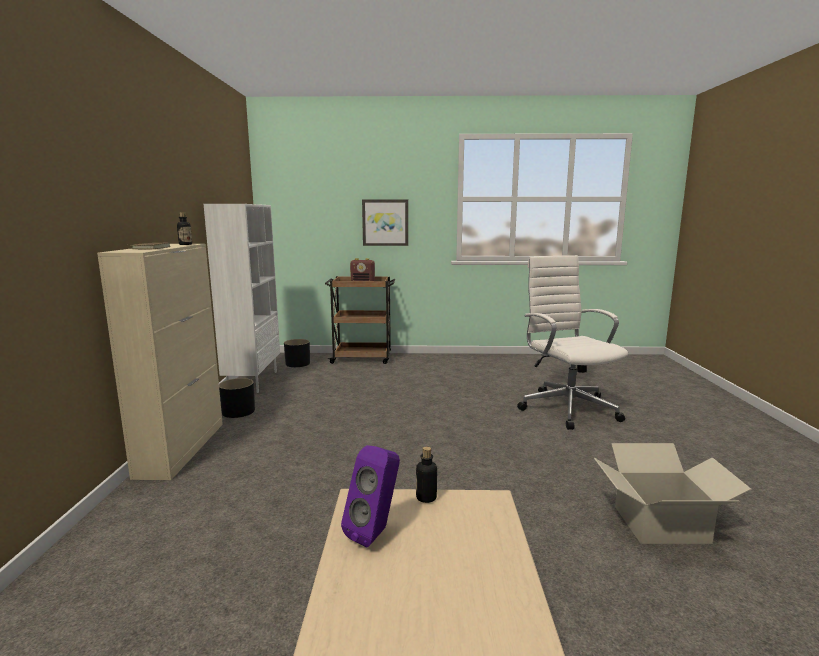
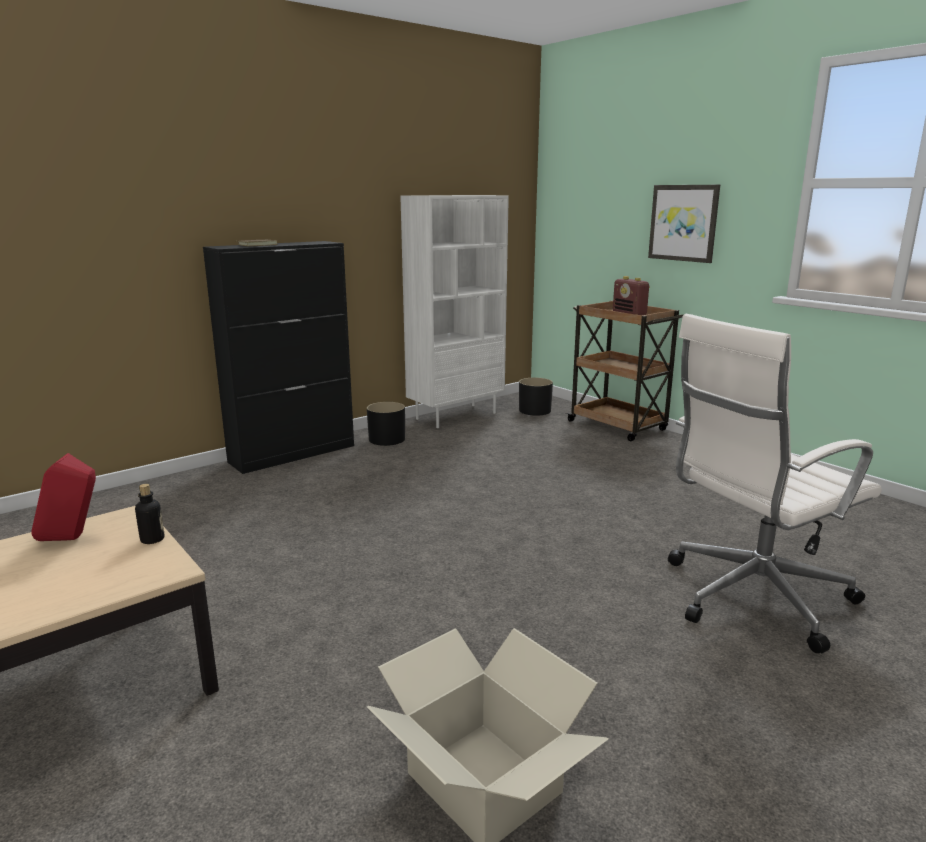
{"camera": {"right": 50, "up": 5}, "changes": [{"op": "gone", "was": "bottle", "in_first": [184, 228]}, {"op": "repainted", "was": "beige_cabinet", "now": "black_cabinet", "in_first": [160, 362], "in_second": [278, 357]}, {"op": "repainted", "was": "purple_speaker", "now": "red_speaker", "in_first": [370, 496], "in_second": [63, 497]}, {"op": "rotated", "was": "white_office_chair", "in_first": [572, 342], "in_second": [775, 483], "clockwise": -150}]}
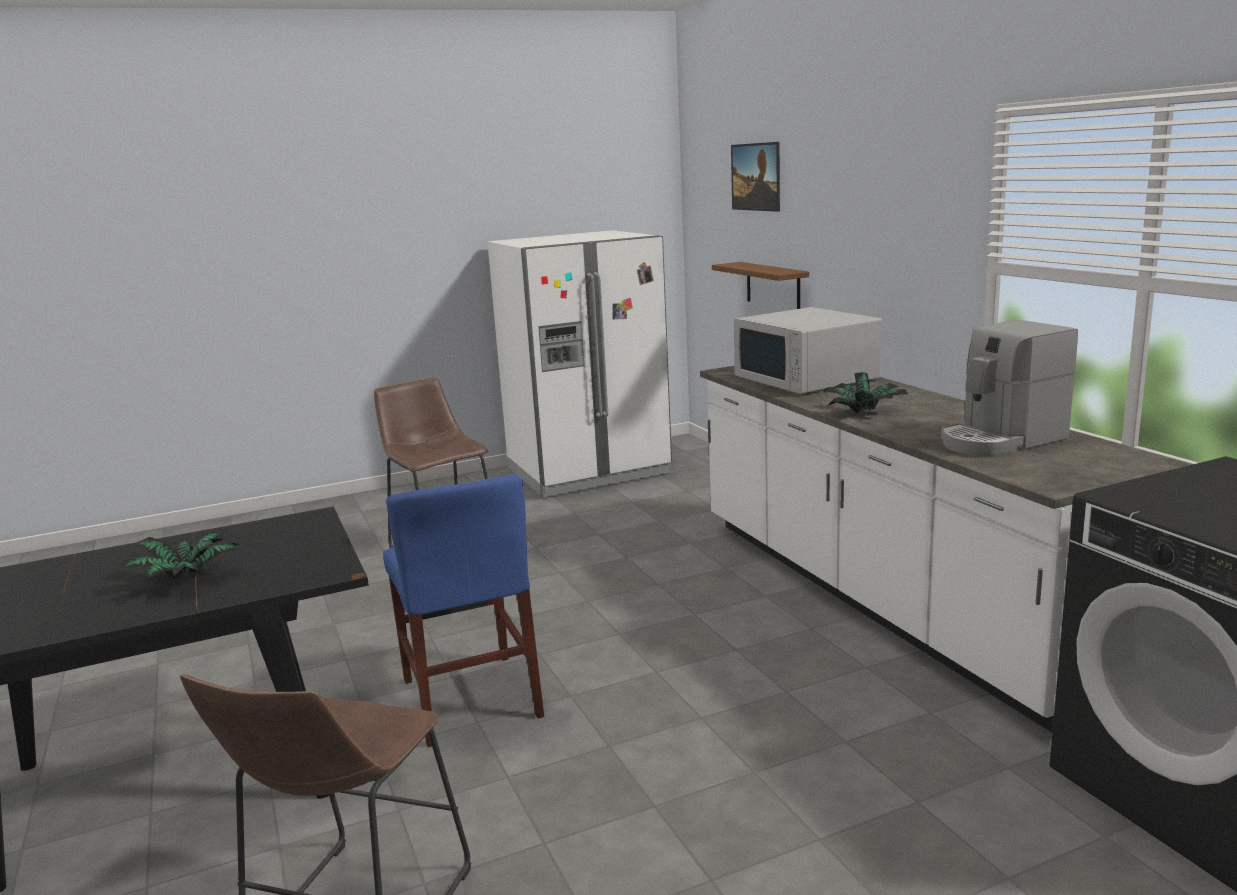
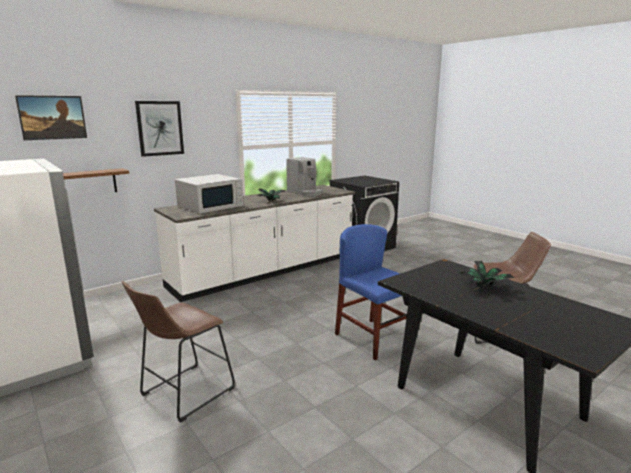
{"camera": {"right": -105, "up": 0}, "changes": [{"op": "new", "now": "picture", "in_second": [159, 129]}, {"op": "rotated", "was": "blue_chair", "in_first": [463, 610], "in_second": [371, 292], "clockwise": -90}]}
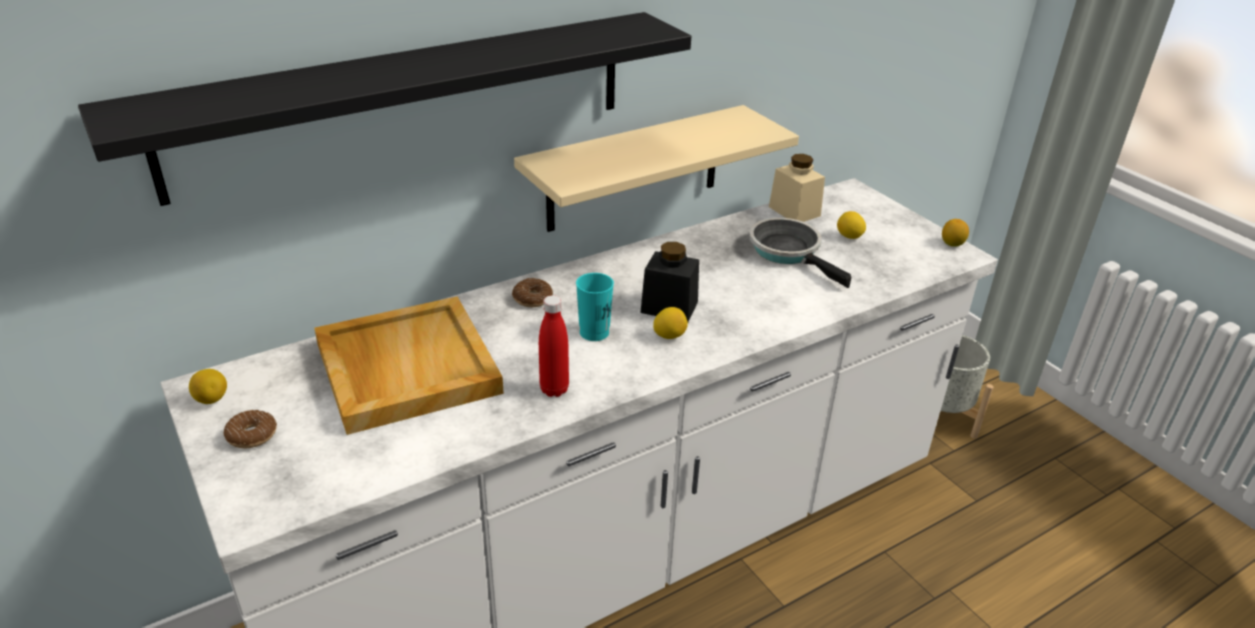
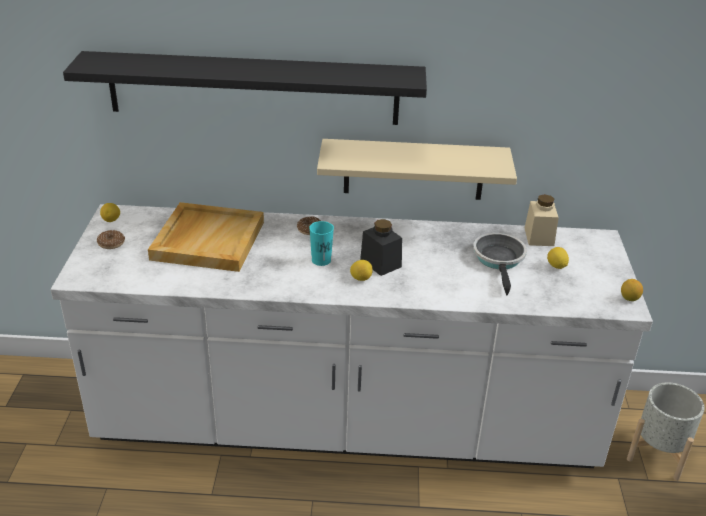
{"camera": {"right": 35, "up": 0}, "changes": [{"op": "gone", "was": "red_bottle", "in_first": [554, 346]}]}
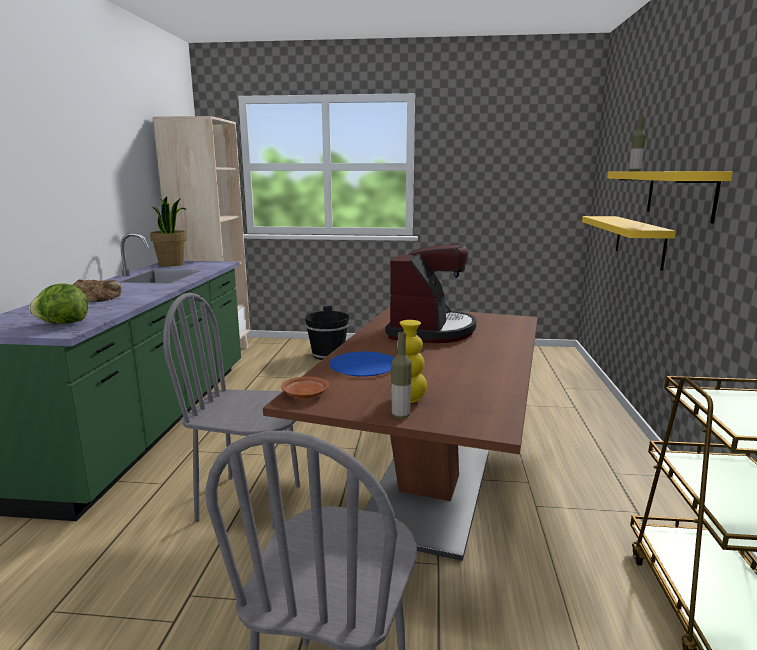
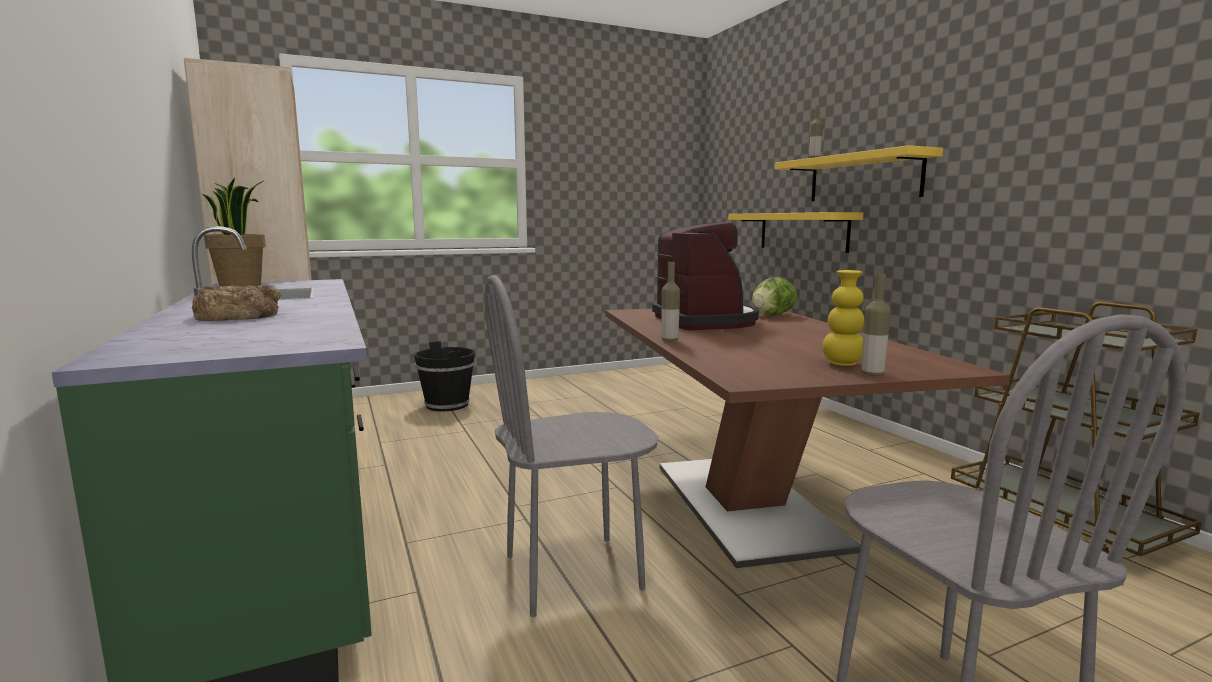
{"camera": {"right": -30, "up": -5}, "changes": [{"op": "gone", "was": "brown_plate", "in_first": [305, 388]}, {"op": "gone", "was": "blue_plate", "in_first": [361, 364]}, {"op": "new", "now": "bottle", "in_second": [671, 302]}, {"op": "shifted", "was": "lettuce", "in_first": [58, 304], "in_second": [774, 296]}]}
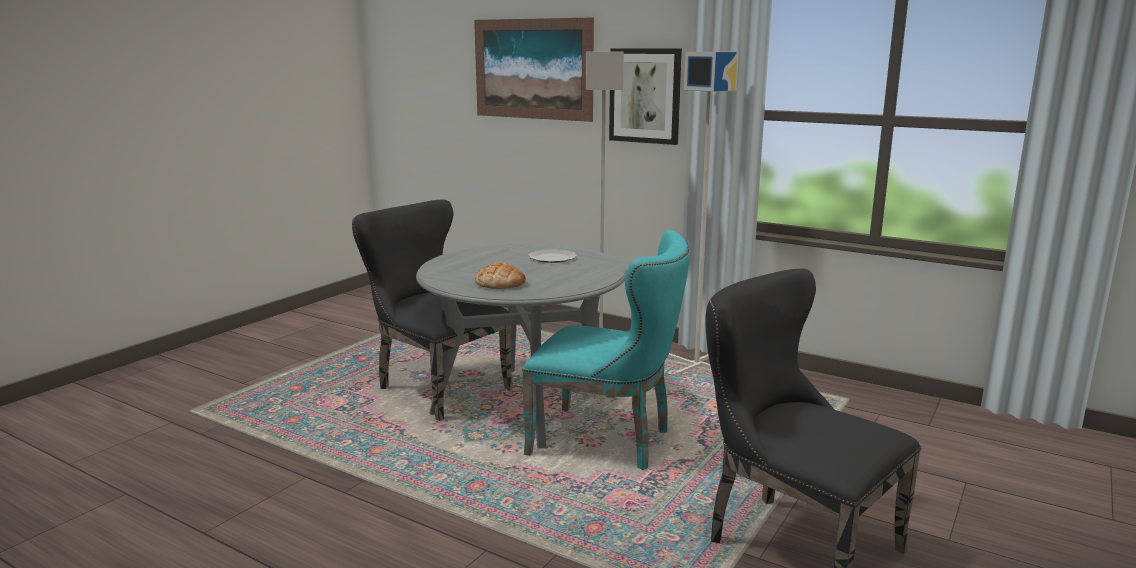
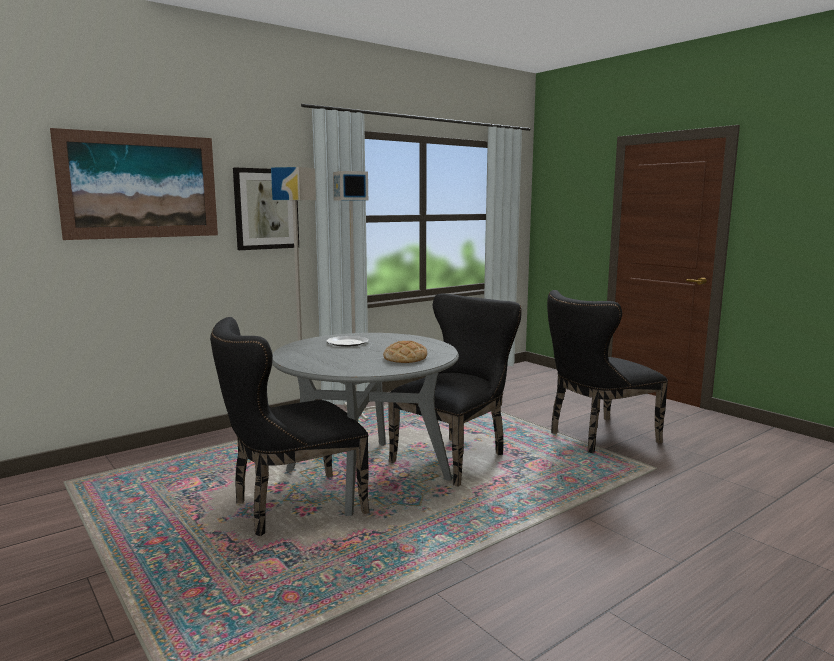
{"camera": {"right": -70, "up": -5}, "changes": [{"op": "repainted", "was": "turquoise_chair", "now": "black_chair", "in_first": [606, 350], "in_second": [455, 390]}]}
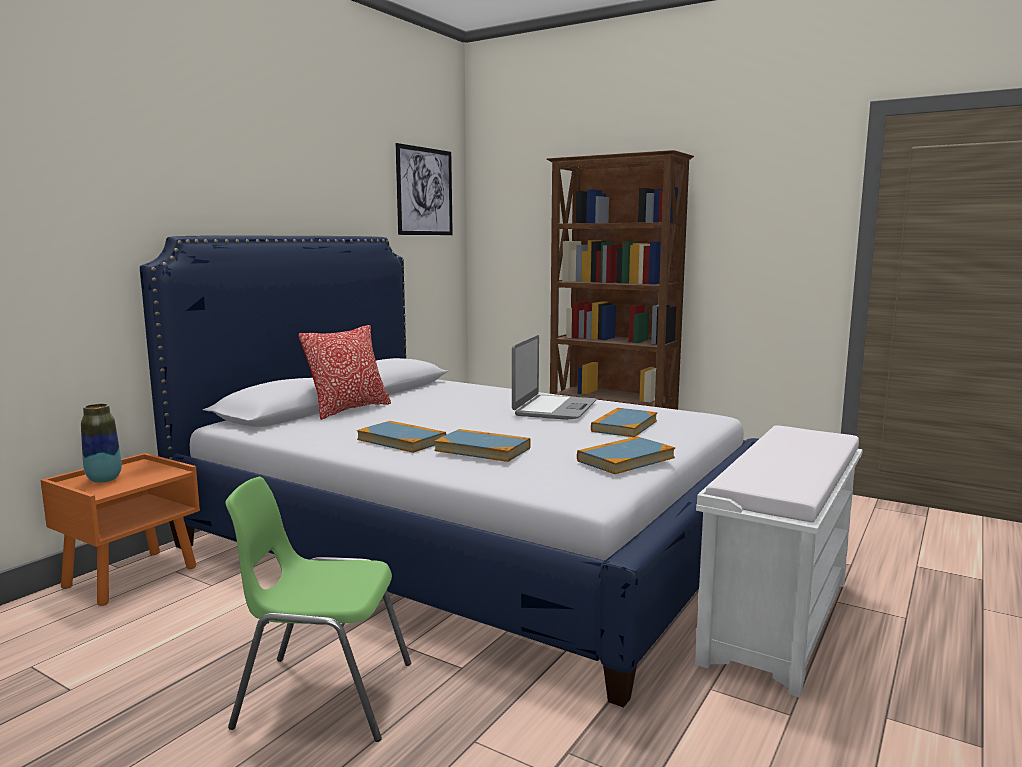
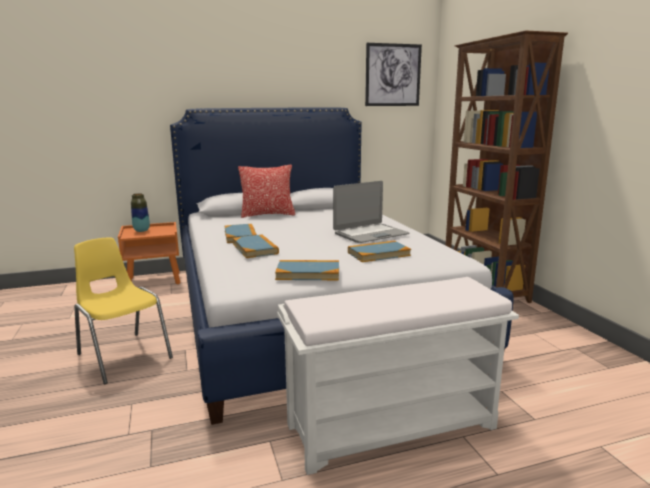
{"camera": {"right": 40, "up": 5}, "changes": [{"op": "repainted", "was": "green_chair", "now": "yellow_chair", "in_first": [318, 609], "in_second": [123, 311]}]}
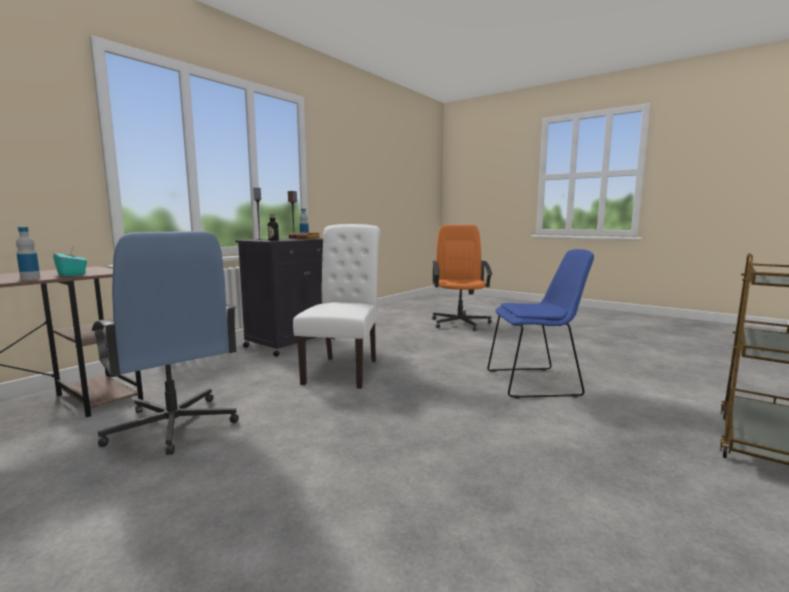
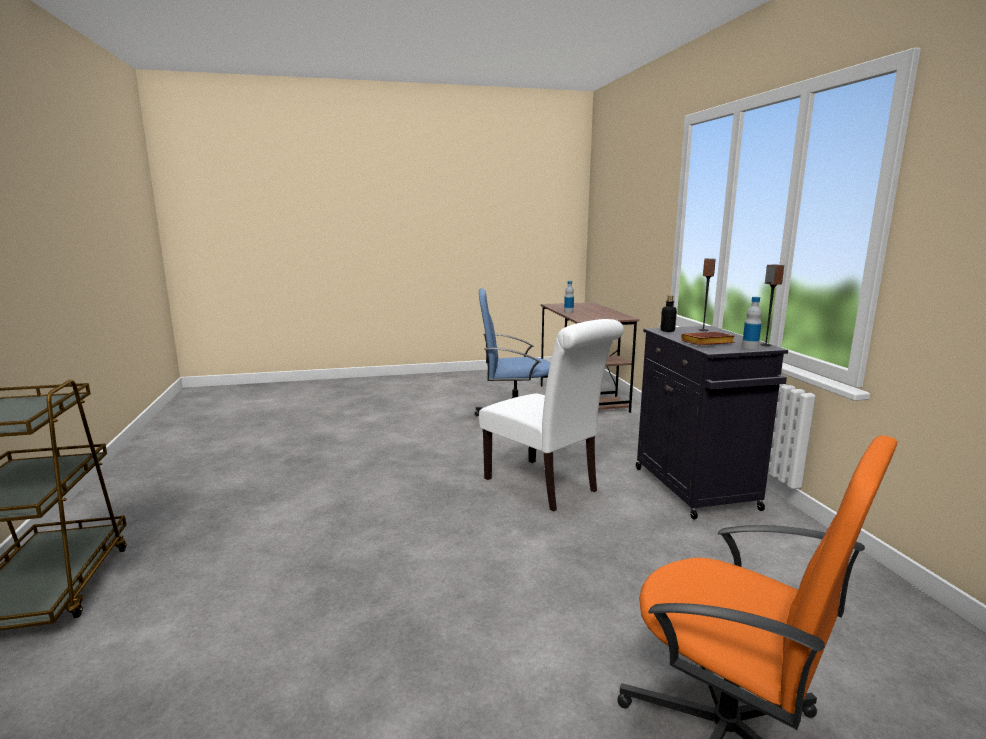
{"camera": {"right": 130, "up": 5}, "changes": [{"op": "gone", "was": "turquoise_tissue_box", "in_first": [70, 261]}, {"op": "gone", "was": "blue_chair", "in_first": [540, 324]}]}
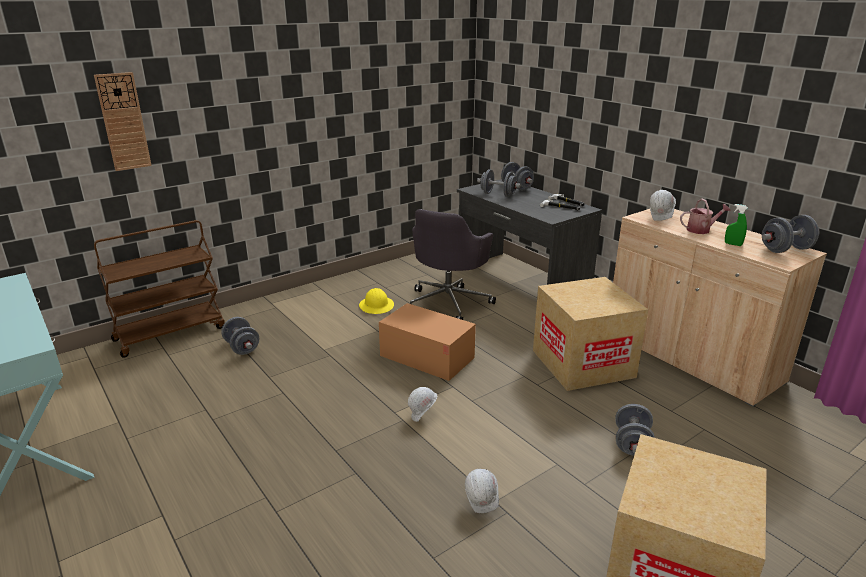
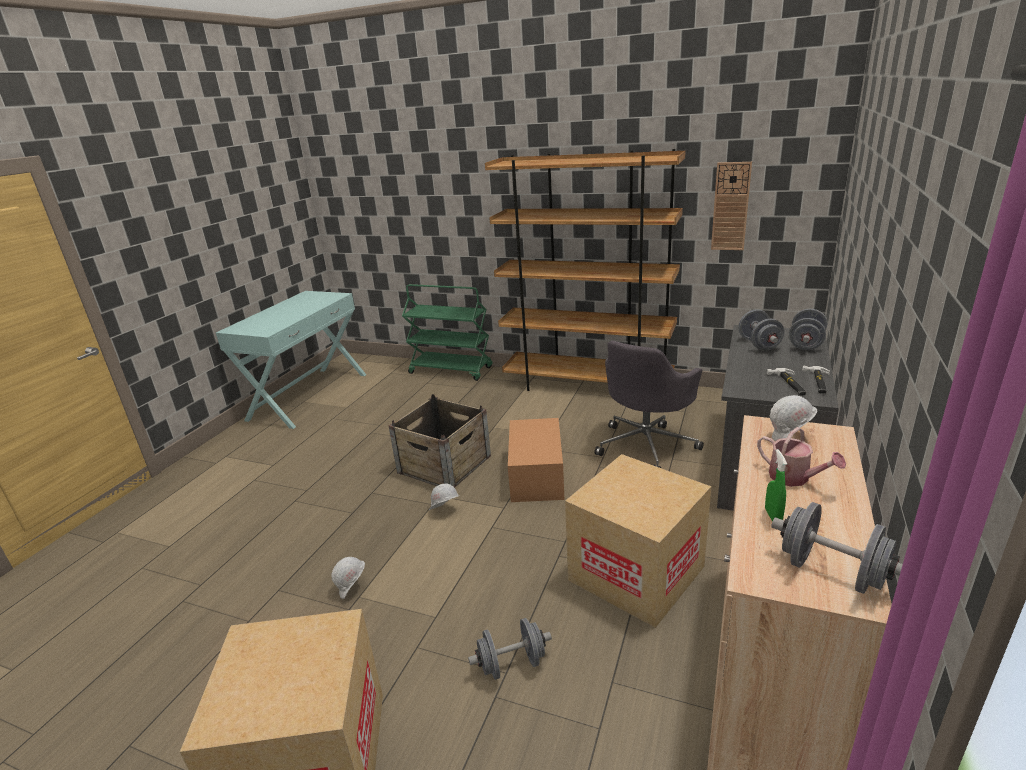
{"camera": {"right": 60, "up": 0}, "changes": [{"op": "gone", "was": "grey_dumbbell", "in_first": [240, 336]}, {"op": "gone", "was": "yellow_hard_hat", "in_first": [376, 301]}, {"op": "new", "now": "crate", "in_second": [440, 441]}, {"op": "new", "now": "brown_bookcase", "in_second": [585, 270]}, {"op": "shifted", "was": "wall_clock", "in_first": [123, 121], "in_second": [731, 206]}, {"op": "repainted", "was": "brown_cart", "now": "green_cart", "in_first": [159, 289], "in_second": [447, 332]}, {"op": "rotated", "was": "grey_office_chair", "in_first": [453, 264], "in_second": [649, 404], "clockwise": -45}]}
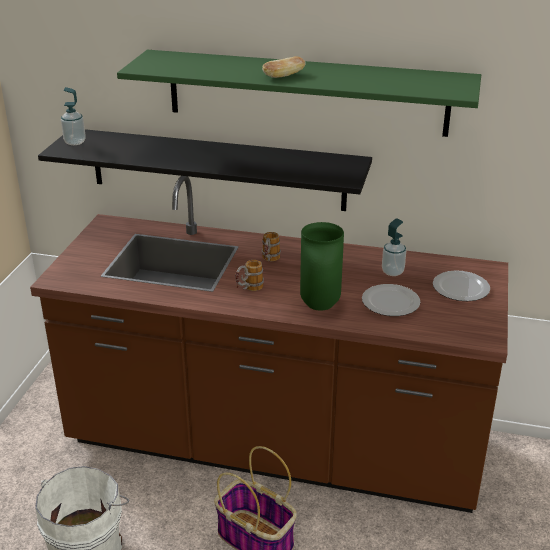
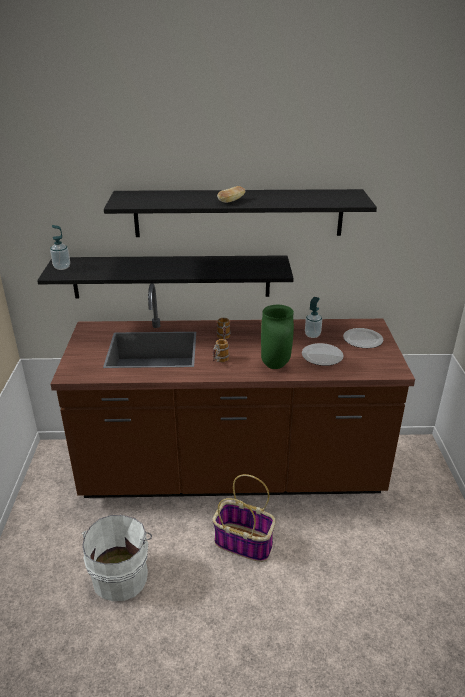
{"camera": {"right": -15, "up": 0}, "changes": [{"op": "repainted", "was": "green_shelf", "now": "black_shelf", "in_first": [299, 93], "in_second": [240, 213]}]}
